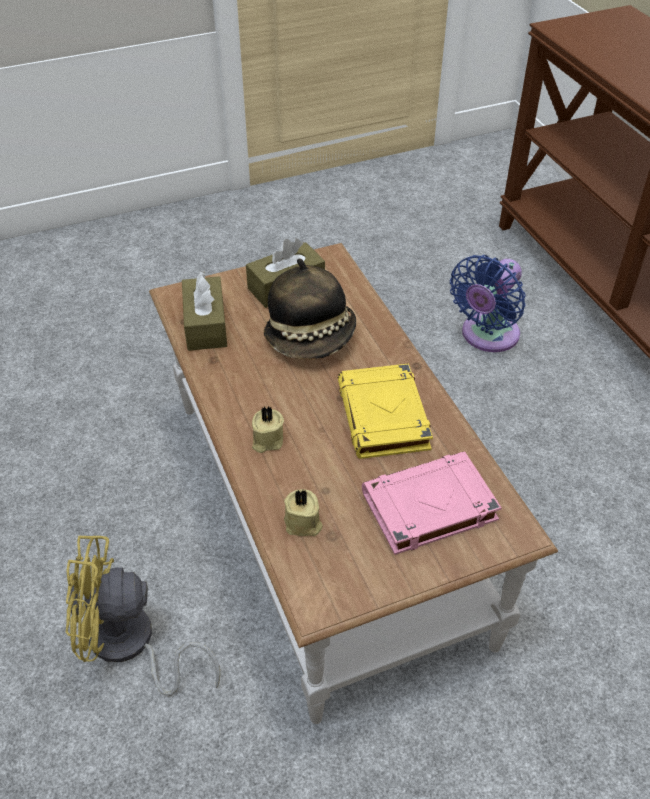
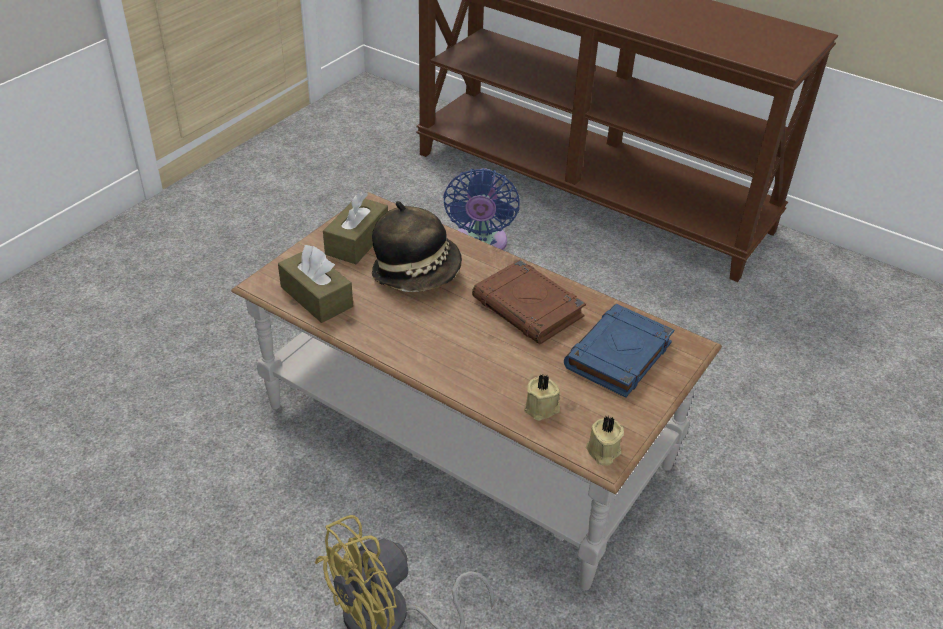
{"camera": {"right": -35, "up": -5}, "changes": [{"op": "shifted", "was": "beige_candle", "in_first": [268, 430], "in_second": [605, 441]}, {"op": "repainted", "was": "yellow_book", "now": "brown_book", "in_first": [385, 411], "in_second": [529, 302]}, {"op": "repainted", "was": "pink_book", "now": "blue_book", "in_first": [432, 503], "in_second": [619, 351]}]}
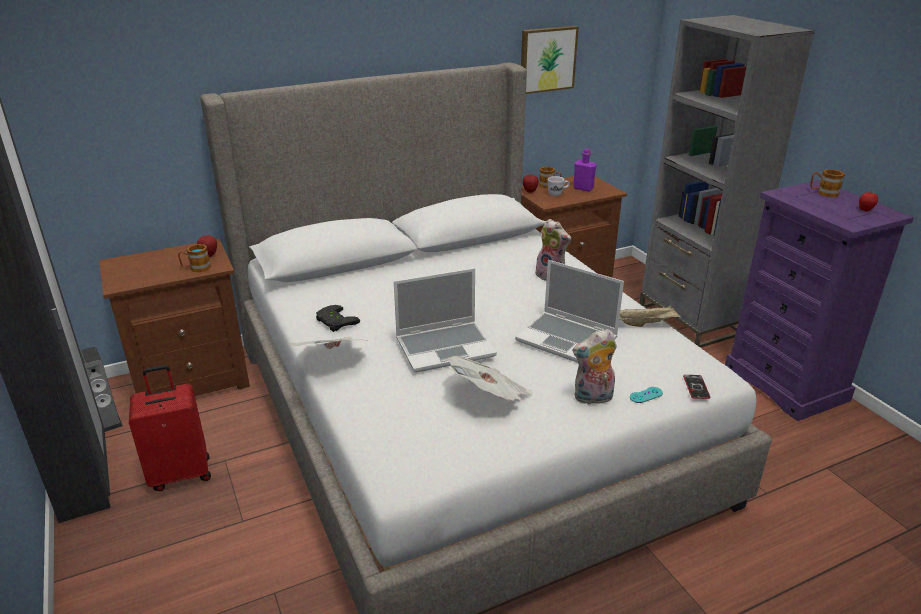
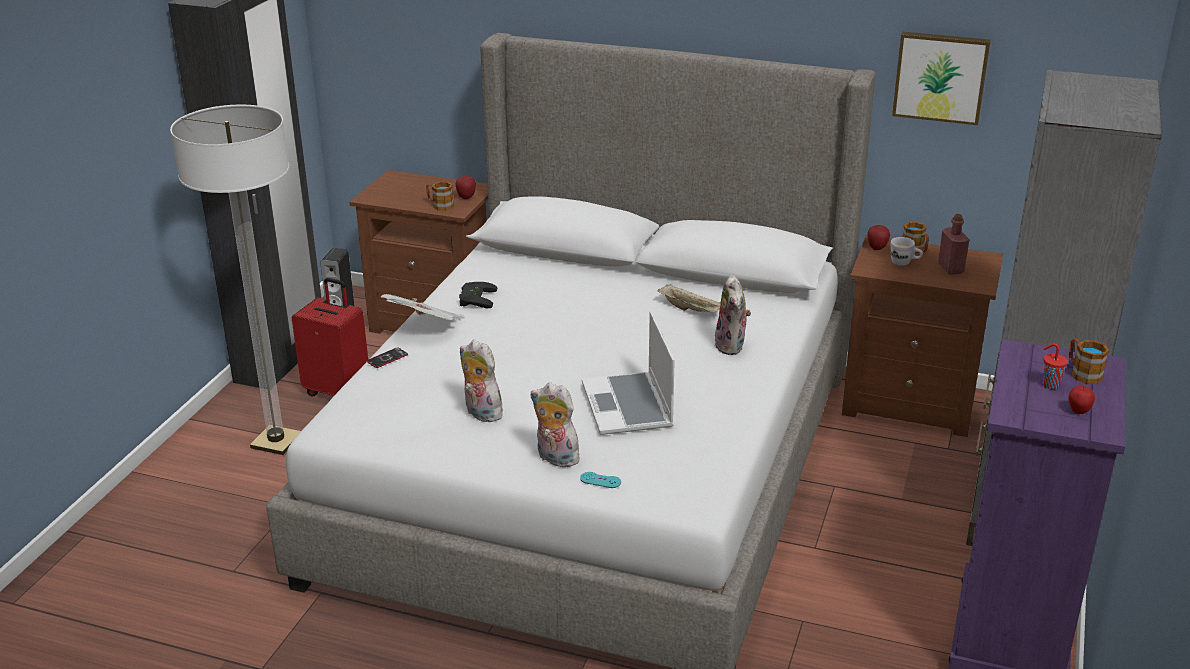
{"camera": {"right": 45, "up": 0}, "changes": [{"op": "gone", "was": "laptop", "in_first": [445, 320]}, {"op": "new", "now": "floor_lamp", "in_second": [235, 279]}, {"op": "new", "now": "red_cup", "in_second": [1055, 366]}, {"op": "shifted", "was": "beige_tray", "in_first": [650, 316], "in_second": [689, 298]}, {"op": "shifted", "was": "phone", "in_first": [697, 387], "in_second": [387, 357]}, {"op": "swapped", "was": "newspaper", "now": "plush_toy", "in_first": [490, 378], "in_second": [482, 380]}, {"op": "repainted", "was": "purple_bottle", "now": "red_bottle", "in_first": [585, 170], "in_second": [953, 244]}]}
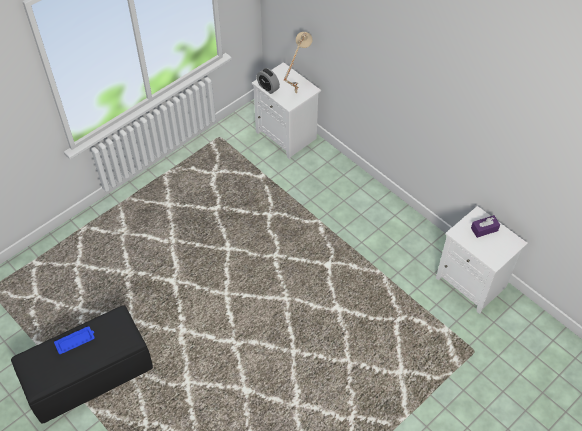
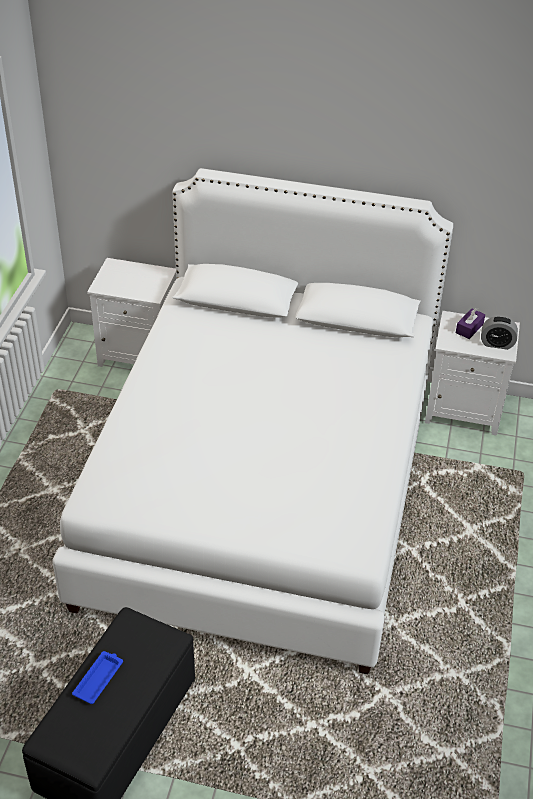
{"camera": {"right": -35, "up": -10}, "changes": [{"op": "gone", "was": "beige_table_lamp", "in_first": [298, 62]}, {"op": "new", "now": "white_bed", "in_second": [253, 421]}, {"op": "shifted", "was": "alarm_clock", "in_first": [268, 81], "in_second": [499, 333]}]}
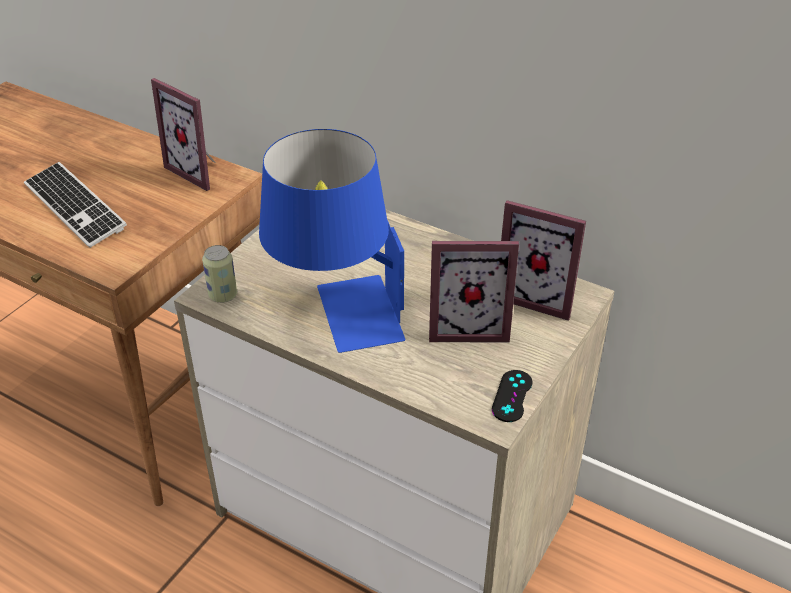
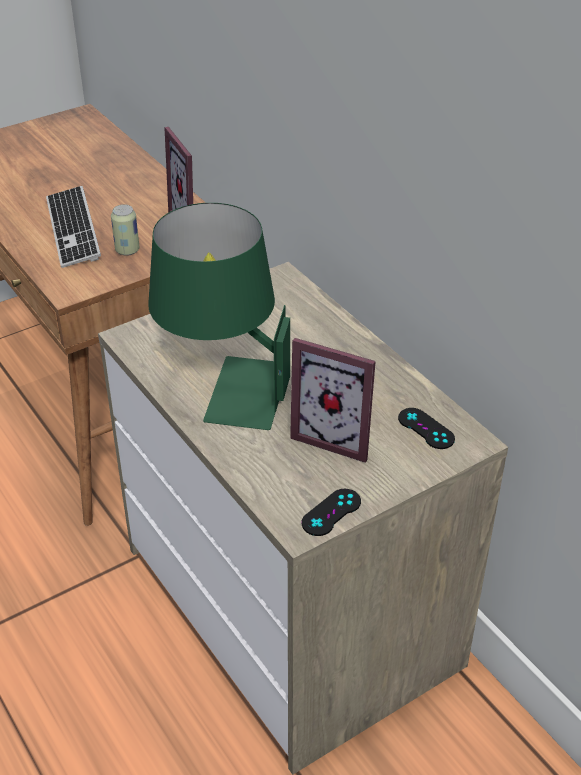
{"camera": {"right": 25, "up": 0}, "changes": [{"op": "shifted", "was": "can", "in_first": [219, 274], "in_second": [125, 230]}, {"op": "swapped", "was": "picture_frame", "now": "black_game_controller", "in_first": [543, 260], "in_second": [426, 428]}, {"op": "repainted", "was": "blue_table_lamp", "now": "green_table_lamp", "in_first": [332, 241], "in_second": [219, 316]}]}
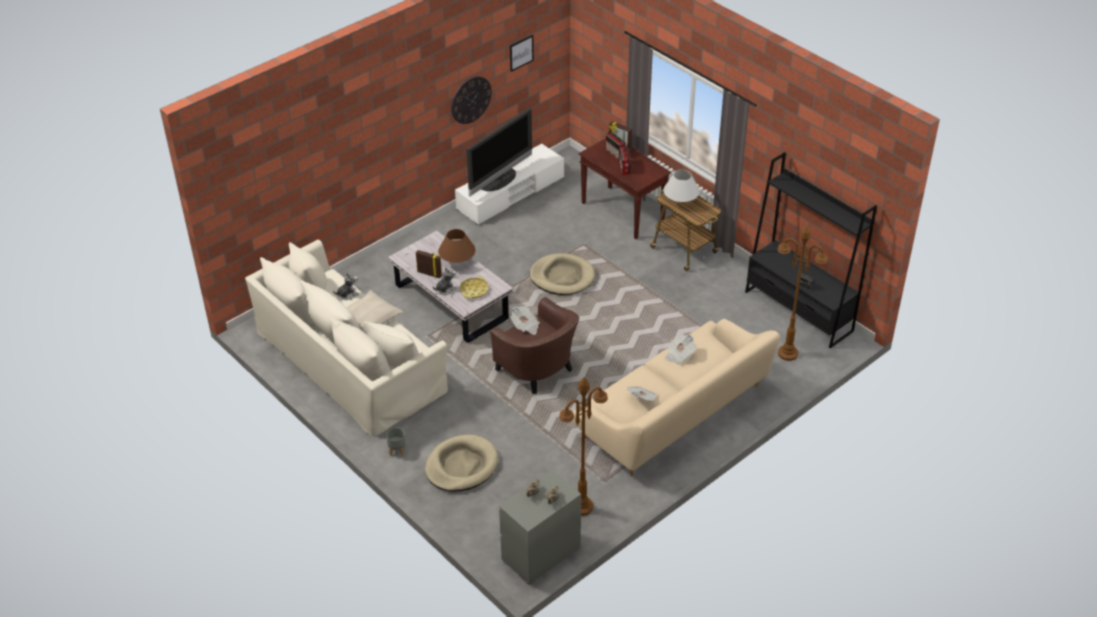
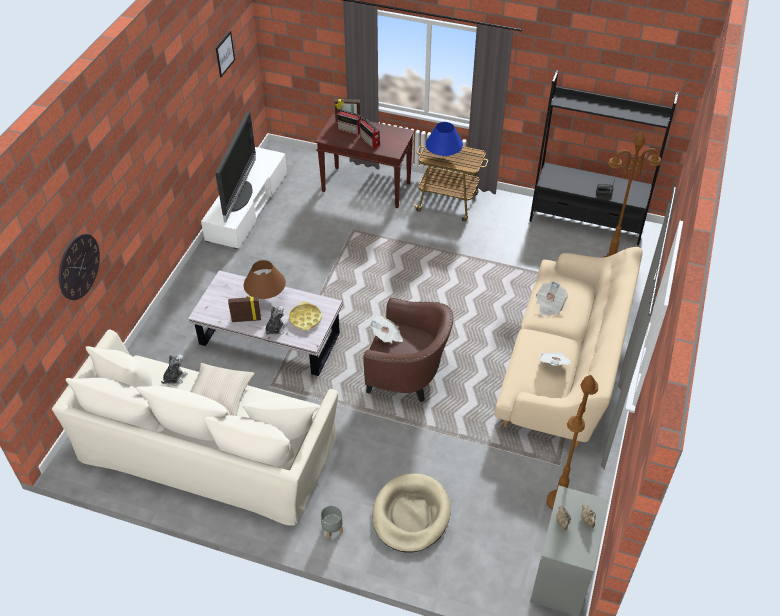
{"camera": {"right": -30, "up": 5}, "changes": [{"op": "gone", "was": "beige_dog_bed", "in_first": [562, 274]}, {"op": "shifted", "was": "wall_clock", "in_first": [471, 100], "in_second": [79, 267]}, {"op": "repainted", "was": "white_table_lamp", "now": "blue_table_lamp", "in_first": [681, 186], "in_second": [444, 139]}]}
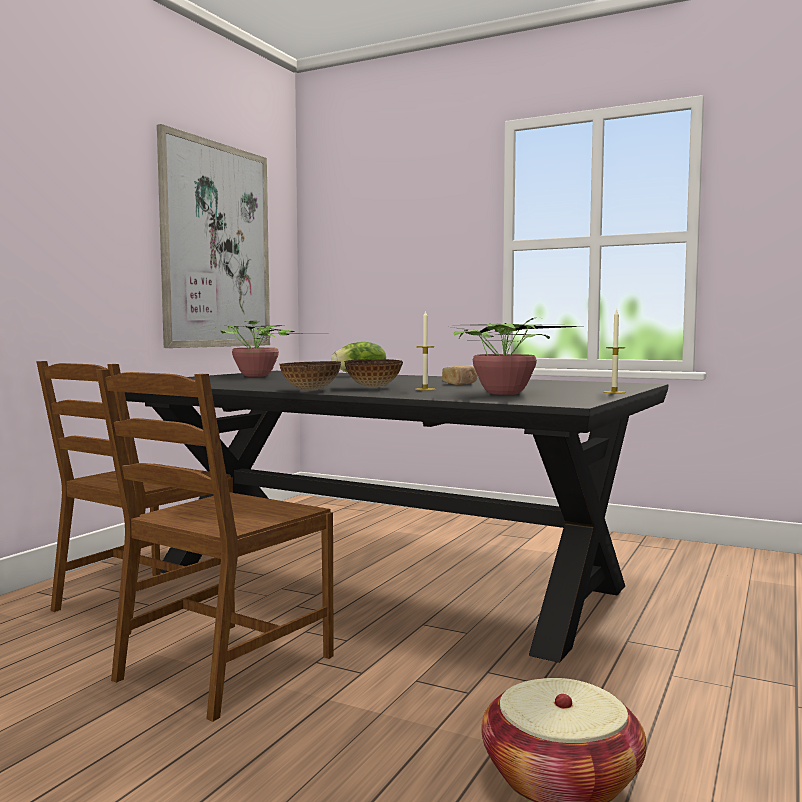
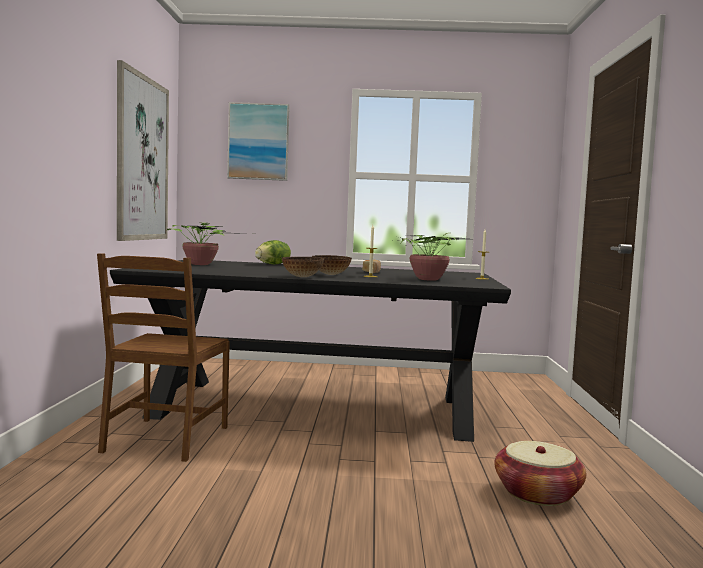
{"camera": {"right": -25, "up": 0}, "changes": [{"op": "gone", "was": "brown_chair", "in_first": [215, 545]}, {"op": "new", "now": "picture", "in_second": [258, 141]}]}
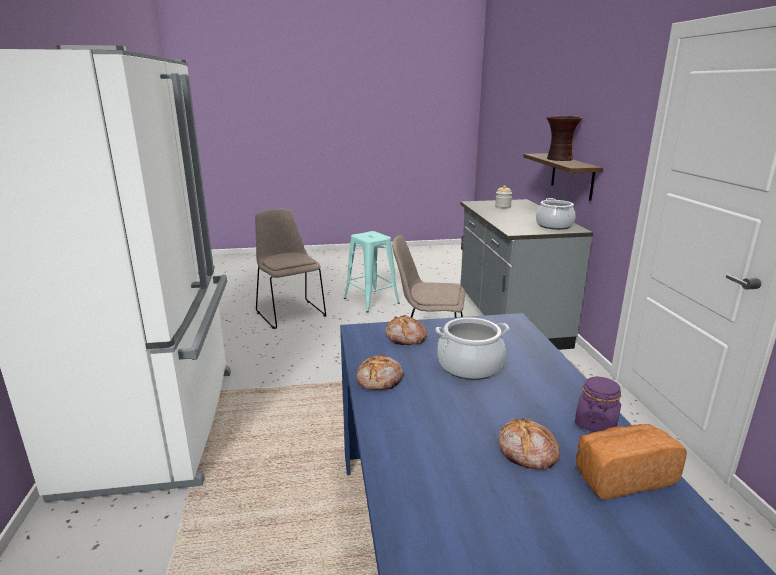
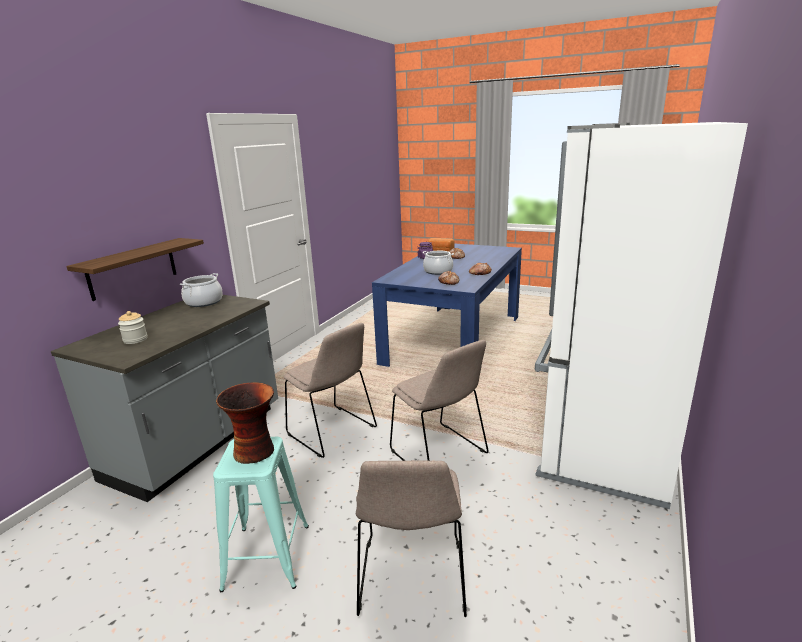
{"camera": {"right": -145, "up": 0}, "changes": [{"op": "new", "now": "beige_chair", "in_second": [439, 400]}, {"op": "shifted", "was": "vase", "in_first": [564, 138], "in_second": [245, 423]}]}
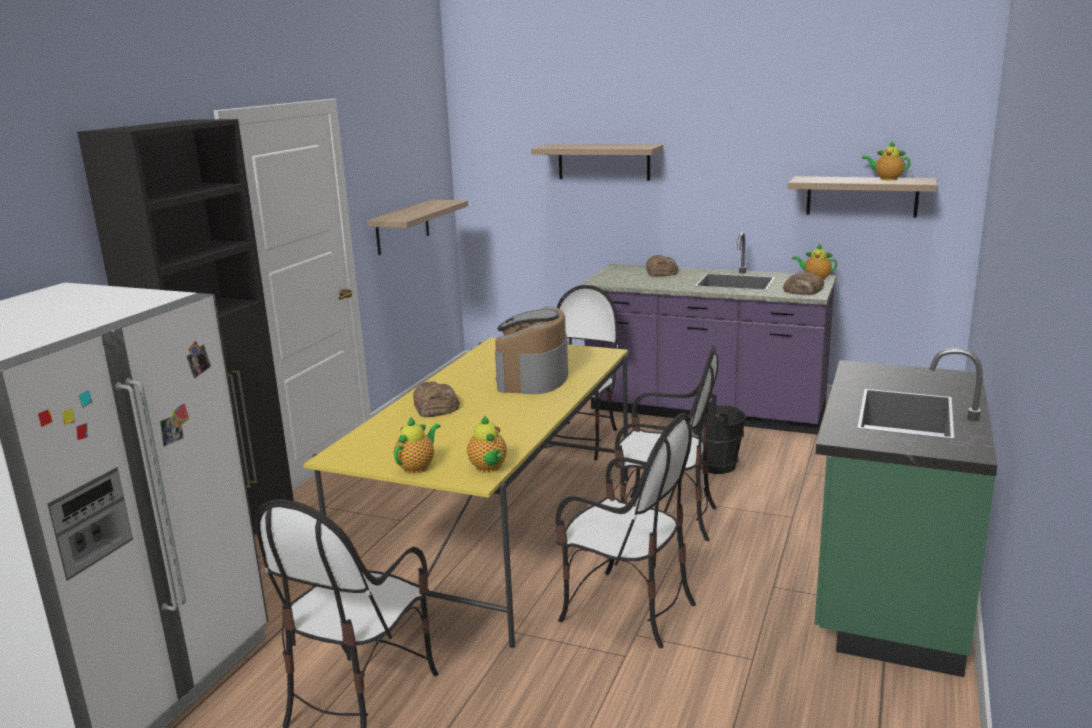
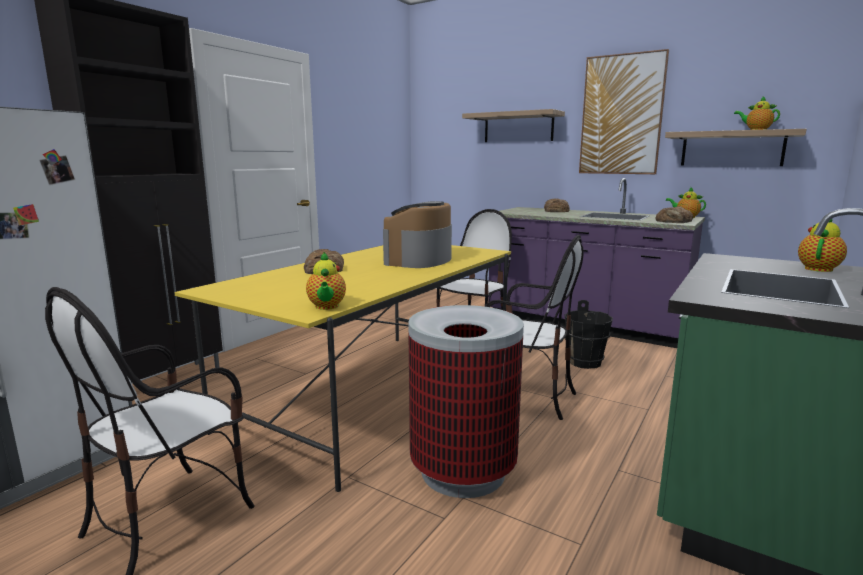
{"camera": {"right": 10, "up": -5}, "changes": [{"op": "gone", "was": "shelf", "in_first": [417, 227]}, {"op": "new", "now": "picture", "in_second": [624, 111]}, {"op": "shifted", "was": "teapot", "in_first": [417, 445], "in_second": [822, 245]}, {"op": "swapped", "was": "chair", "now": "trash_can", "in_first": [625, 530], "in_second": [466, 401]}]}
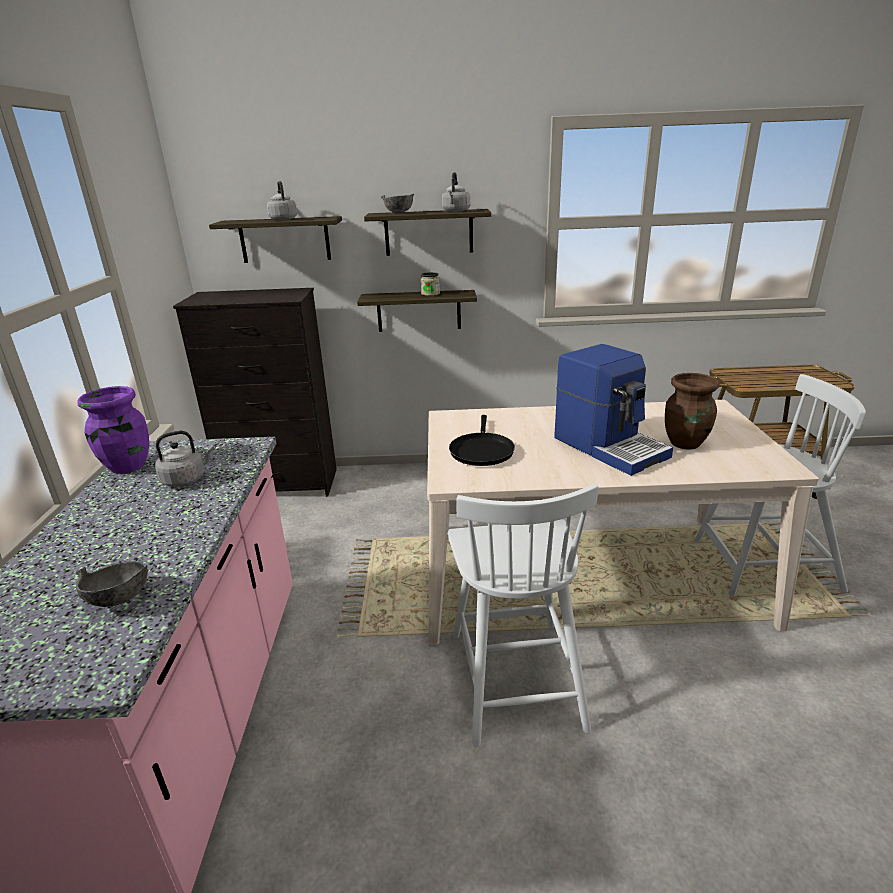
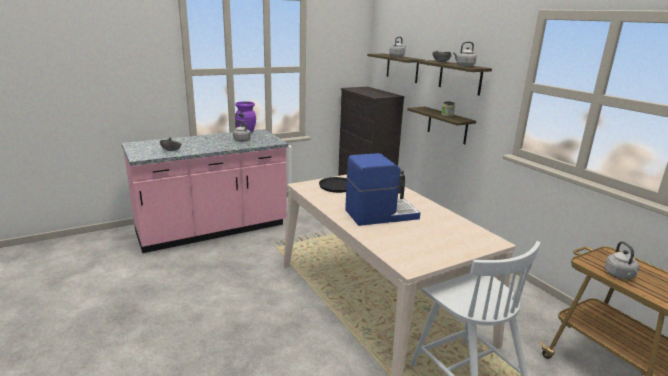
{"camera": {"right": 60, "up": -5}, "changes": [{"op": "gone", "was": "white_chair", "in_first": [523, 615]}, {"op": "gone", "was": "brown_vase", "in_first": [692, 411]}, {"op": "new", "now": "grey_kettle", "in_second": [622, 260]}, {"op": "rotated", "was": "coffee_machine", "in_first": [613, 410], "in_second": [382, 189], "clockwise": -135}]}
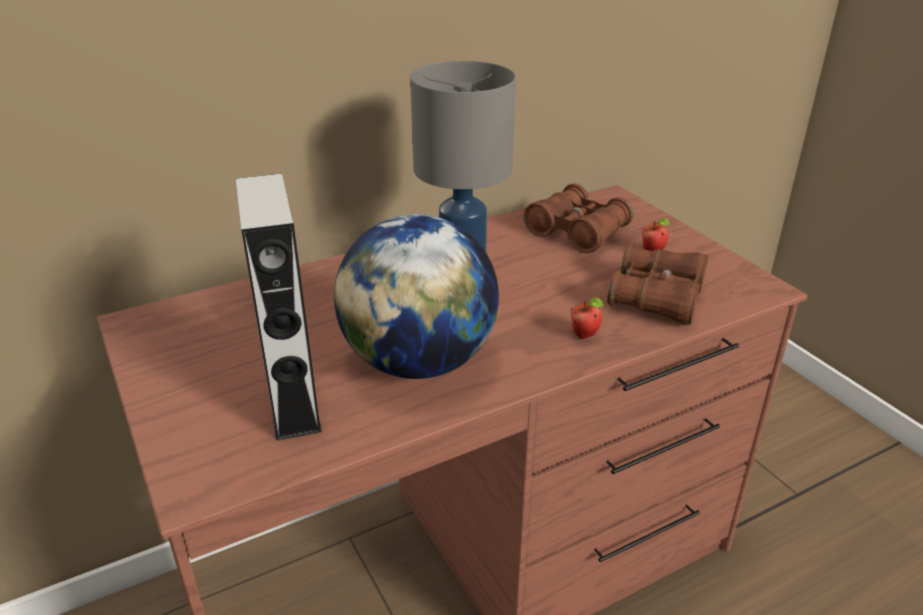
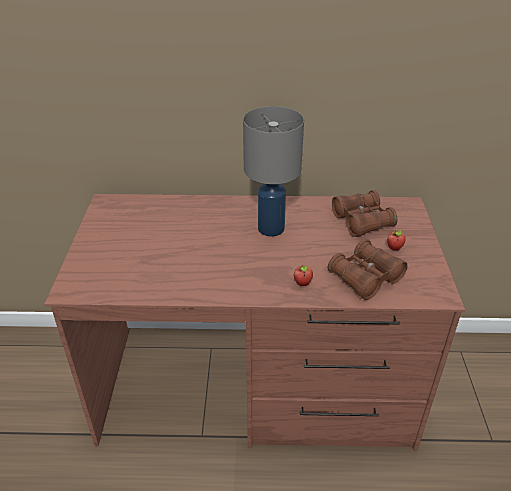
{"camera": {"right": 30, "up": 5}, "changes": [{"op": "gone", "was": "grey_speaker", "in_first": [278, 307]}, {"op": "gone", "was": "globe", "in_first": [416, 296]}]}
